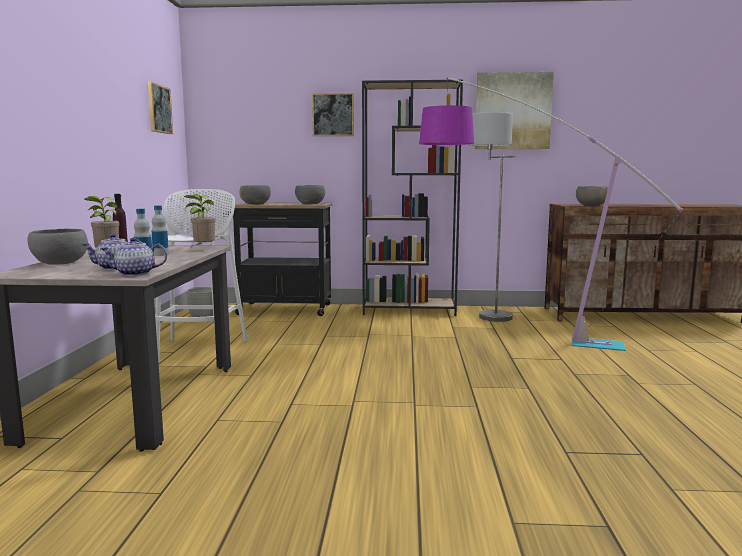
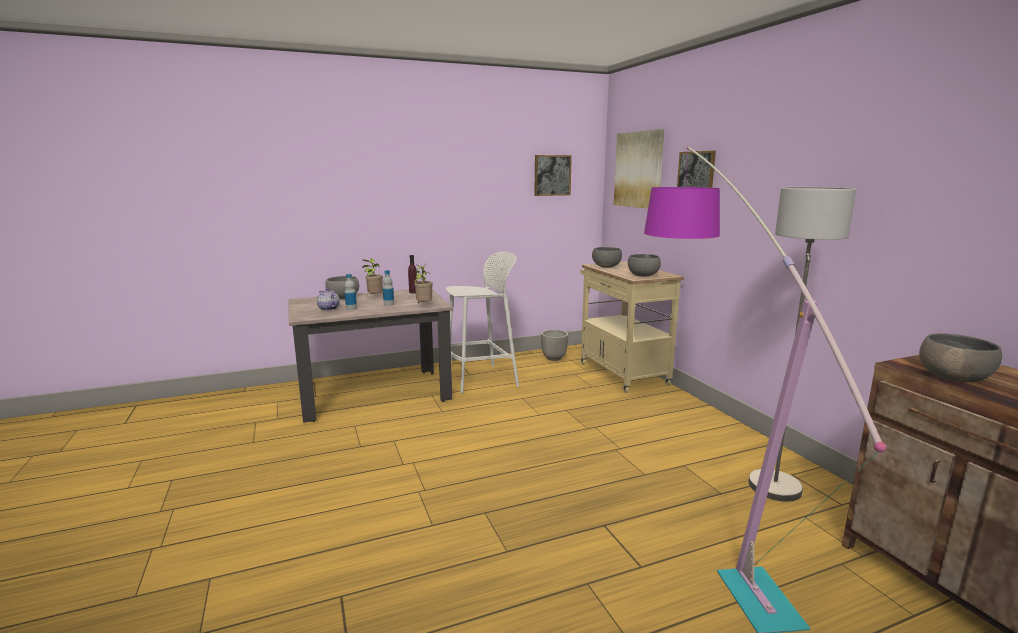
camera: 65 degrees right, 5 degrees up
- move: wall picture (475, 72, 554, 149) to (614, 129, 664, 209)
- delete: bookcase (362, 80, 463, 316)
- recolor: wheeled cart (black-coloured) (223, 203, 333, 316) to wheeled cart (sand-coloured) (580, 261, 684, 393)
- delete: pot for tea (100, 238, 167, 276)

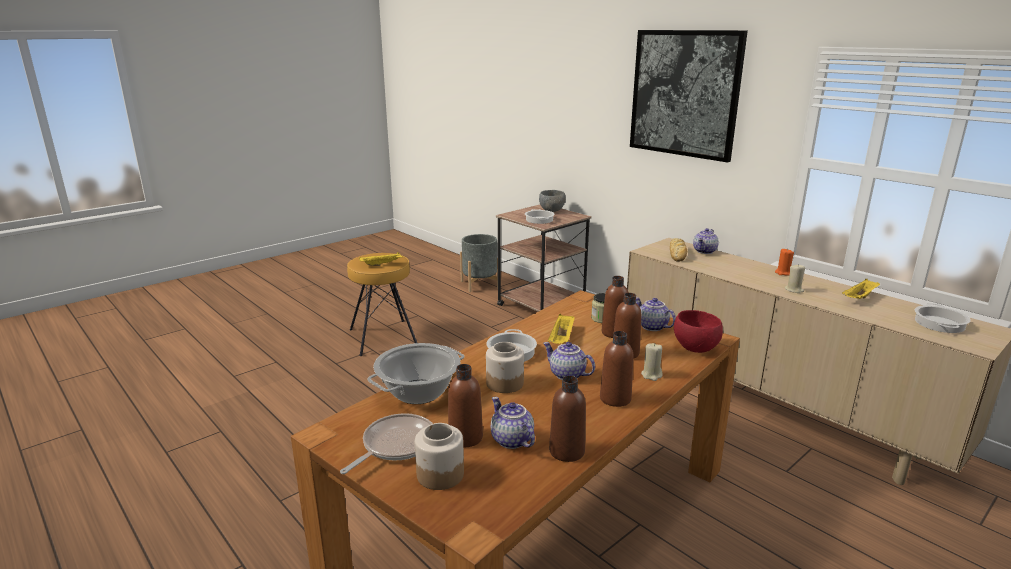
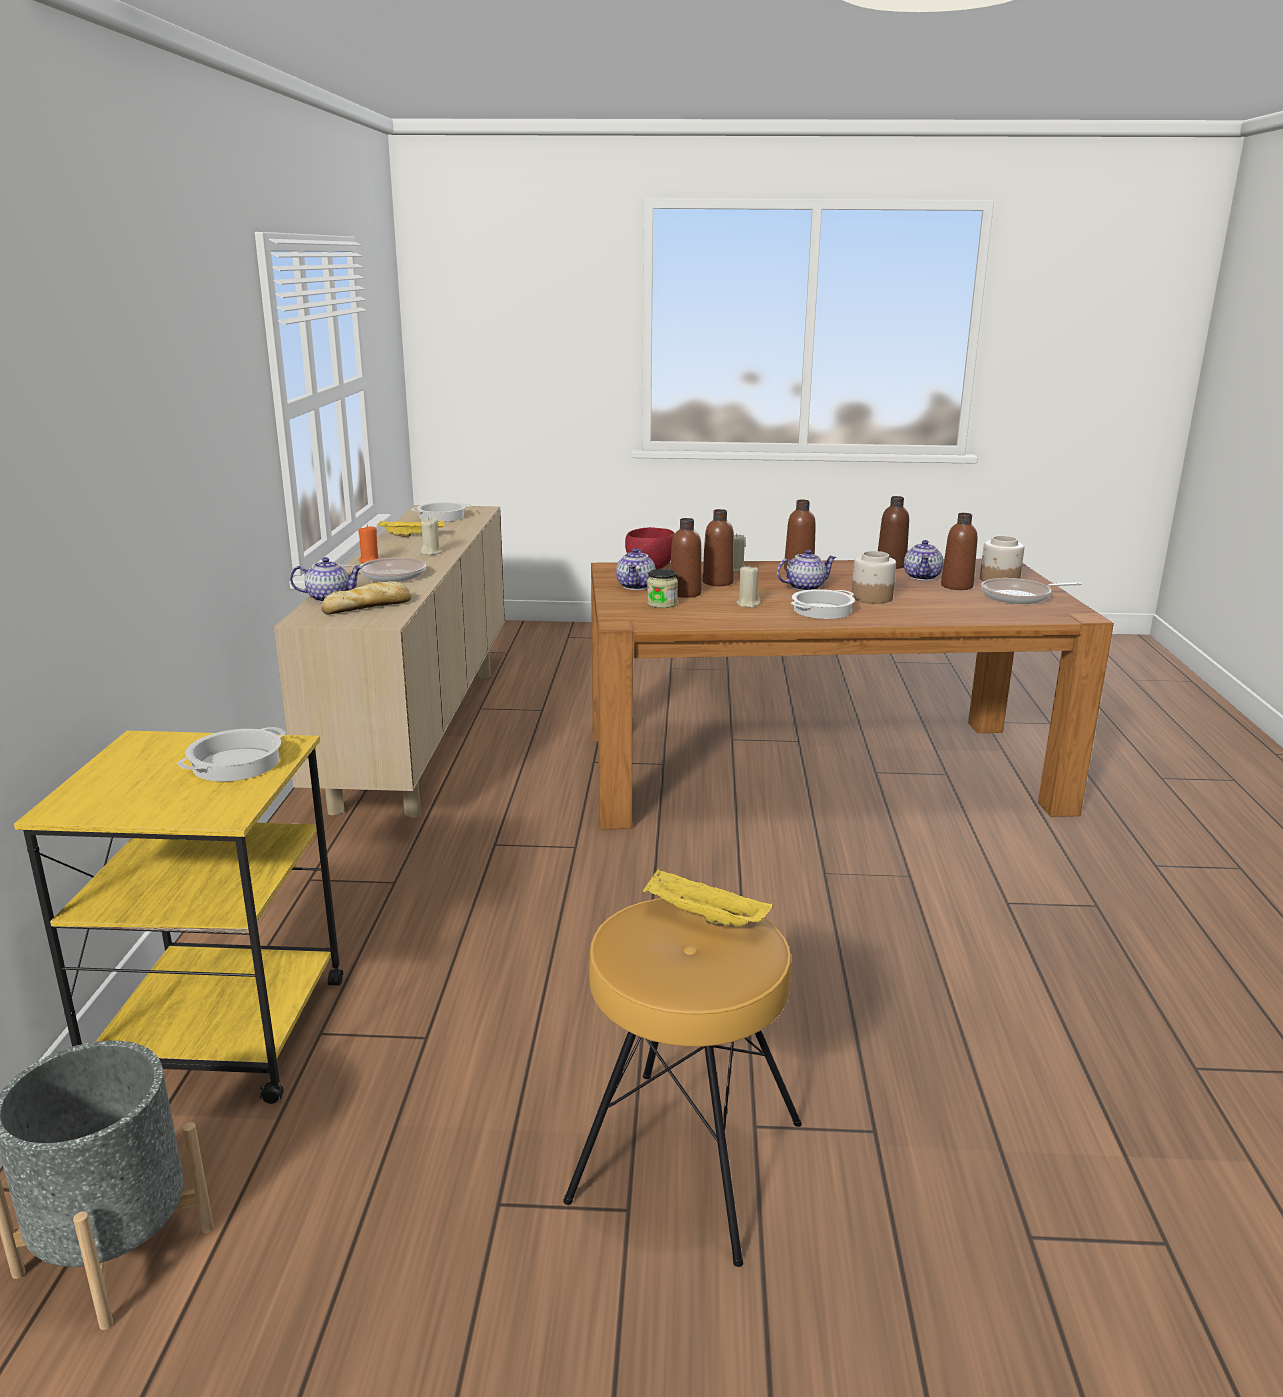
camera: 135 degrees left, 0 degrees up
- delete: wall picture (630, 30, 748, 162)
- delete: deep dish (gray) (539, 190, 566, 212)
- recolor: wheeled cart (brownish) (496, 205, 592, 312) to wheeled cart (yellow) (14, 731, 343, 1104)
- replace: carrying tray (yellow) (548, 314, 575, 344) to wax candle (sand-coloured) (736, 565, 760, 608)
- rotate: pot for tea (543, 342, 595, 380) = (777, 549, 836, 591) 105 degrees counterclockwise
- delete: saucepot (367, 343, 464, 404)
- insert: skillet (340, 557, 426, 582)

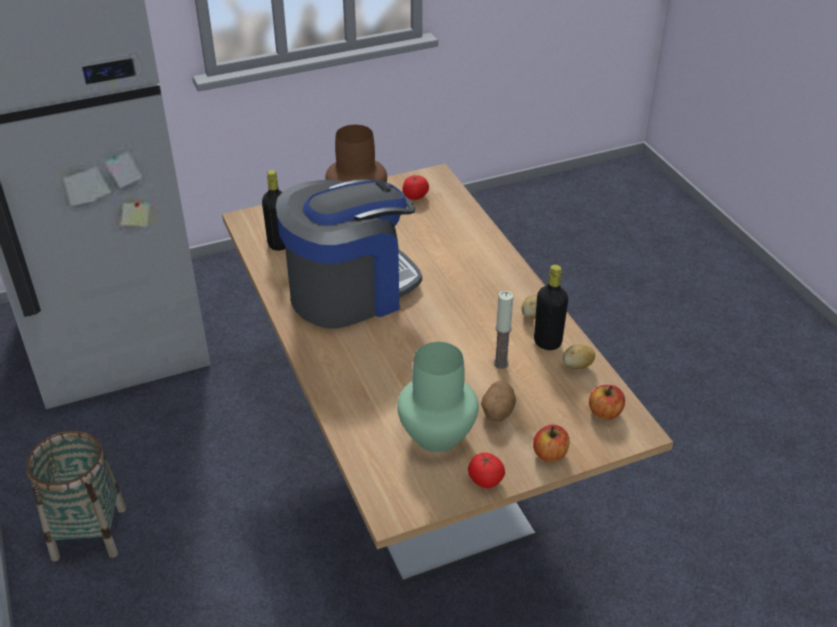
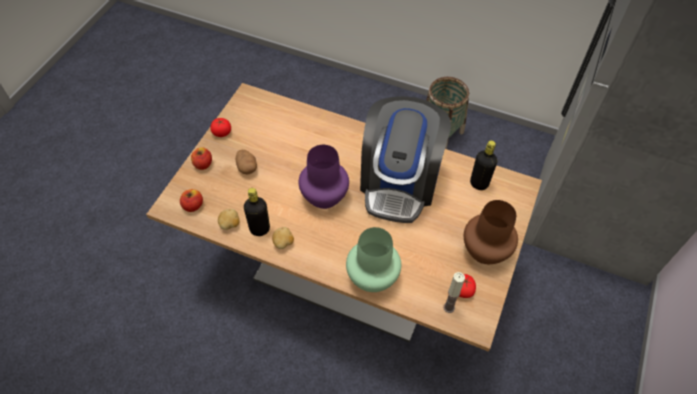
camera: 135 degrees right, 15 degrees up
- move: wax candle (494, 291, 513, 369) to (443, 272, 465, 313)
- move: flower vase (green-coloured) (397, 342, 479, 452) to (346, 227, 401, 292)
- insert: flower vase (purplish) (299, 145, 349, 209)

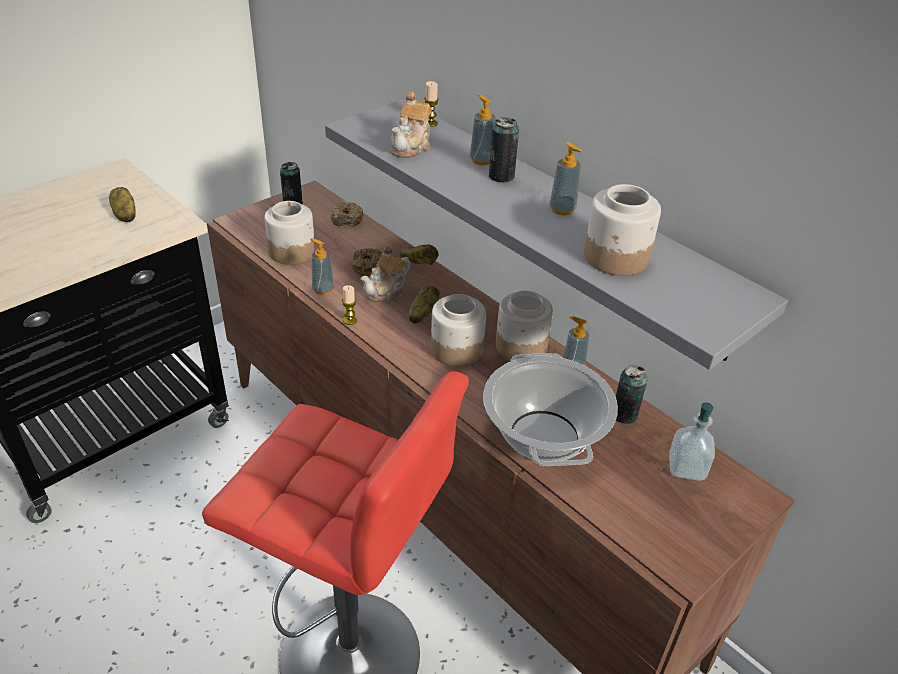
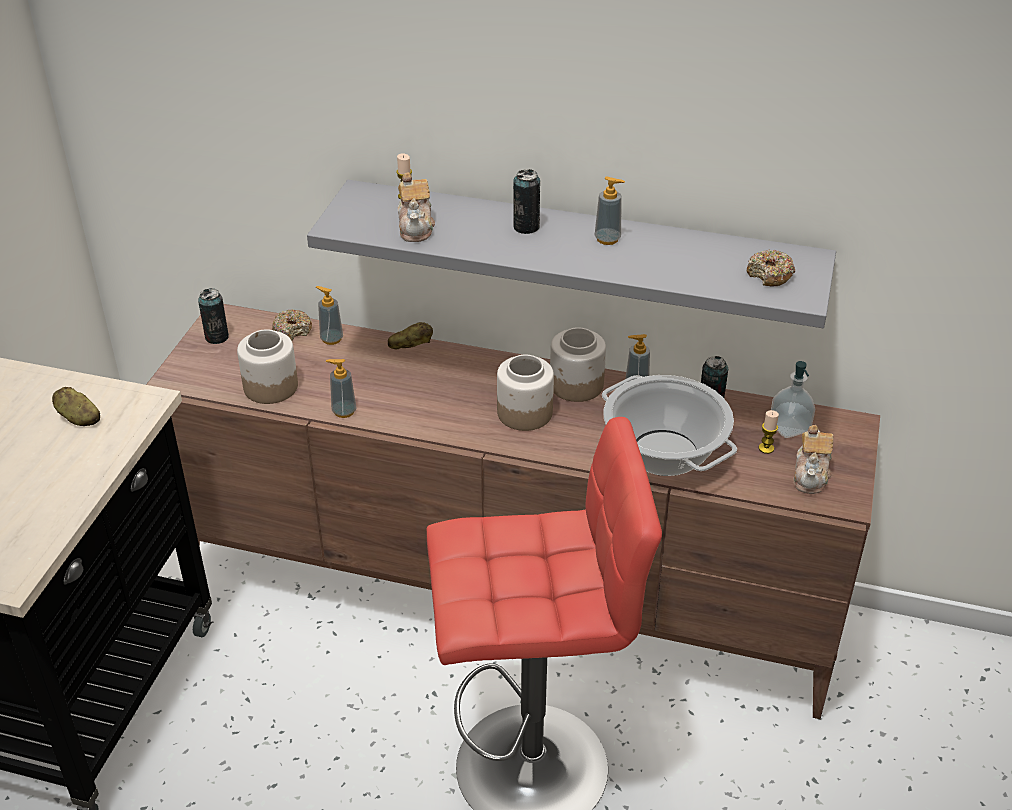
camera: 30 degrees left, 0 degrees up
- move: soap bottle (470, 94, 496, 165) to (316, 286, 343, 345)
- delete: preserve jar (584, 184, 661, 276)
- move: pot for tea (361, 246, 410, 302) to (793, 425, 833, 494)
- move: ring doughnut (352, 248, 383, 276) to (747, 250, 795, 287)
- move: wax candle (342, 285, 357, 325) to (759, 410, 779, 454)
- delete: whole potato (408, 286, 440, 323)

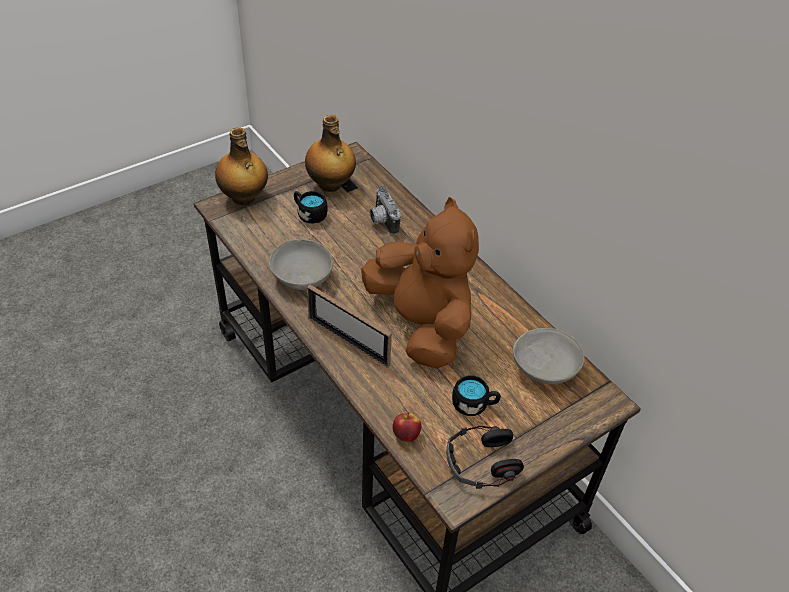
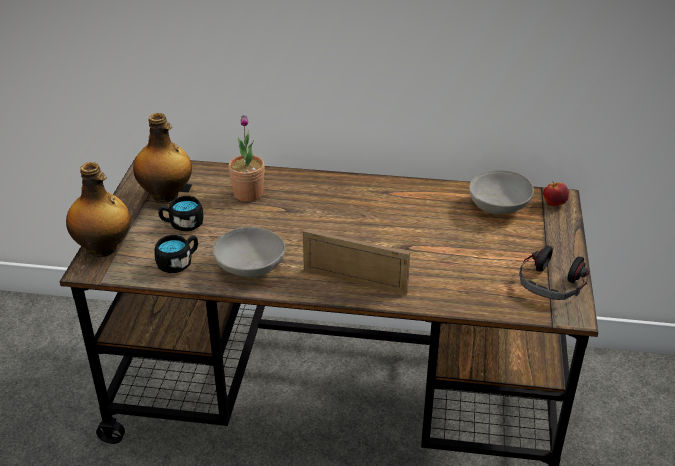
camera: 45 degrees left, 10 degrees down
- replace: photo camera (370, 186, 401, 235) to houseplant (228, 115, 265, 202)
- delete: plush toy (brownish) (361, 197, 479, 368)
- rotate: standing frame (307, 284, 392, 368) = (303, 229, 410, 295) 150 degrees counterclockwise
- move: mug (black-coloured) (452, 375, 501, 416) to (154, 235, 198, 273)
- move: whole apple (392, 413, 421, 442) to (543, 182, 569, 206)

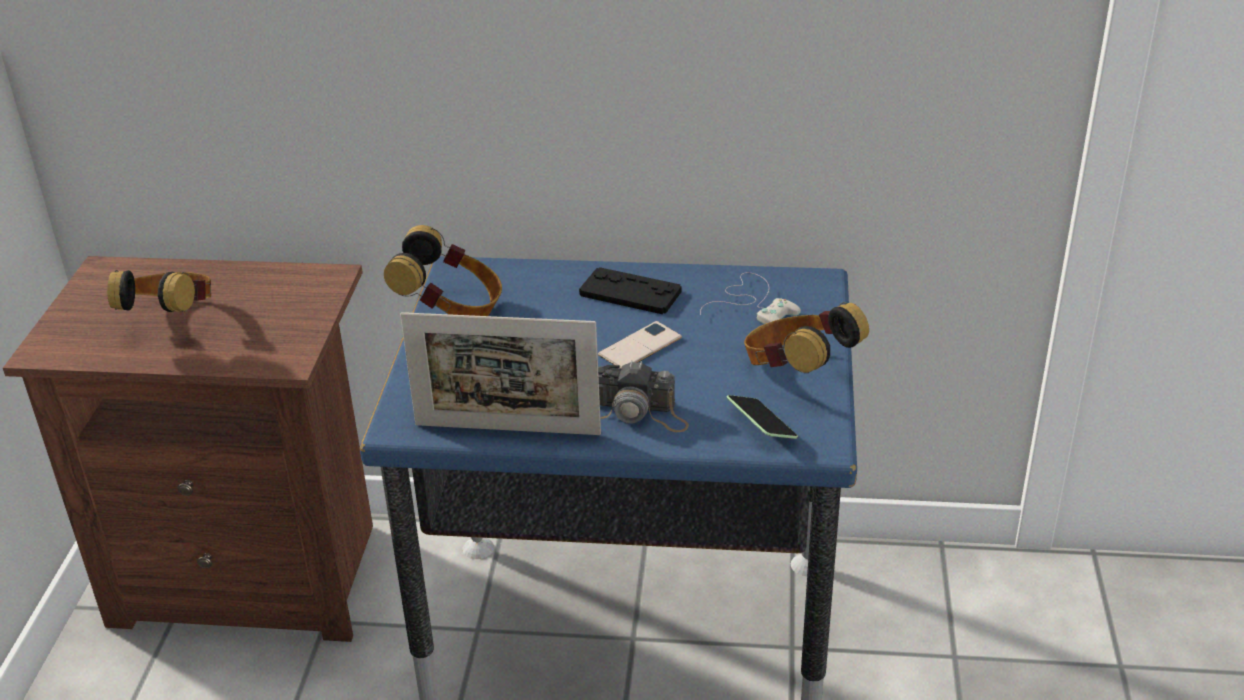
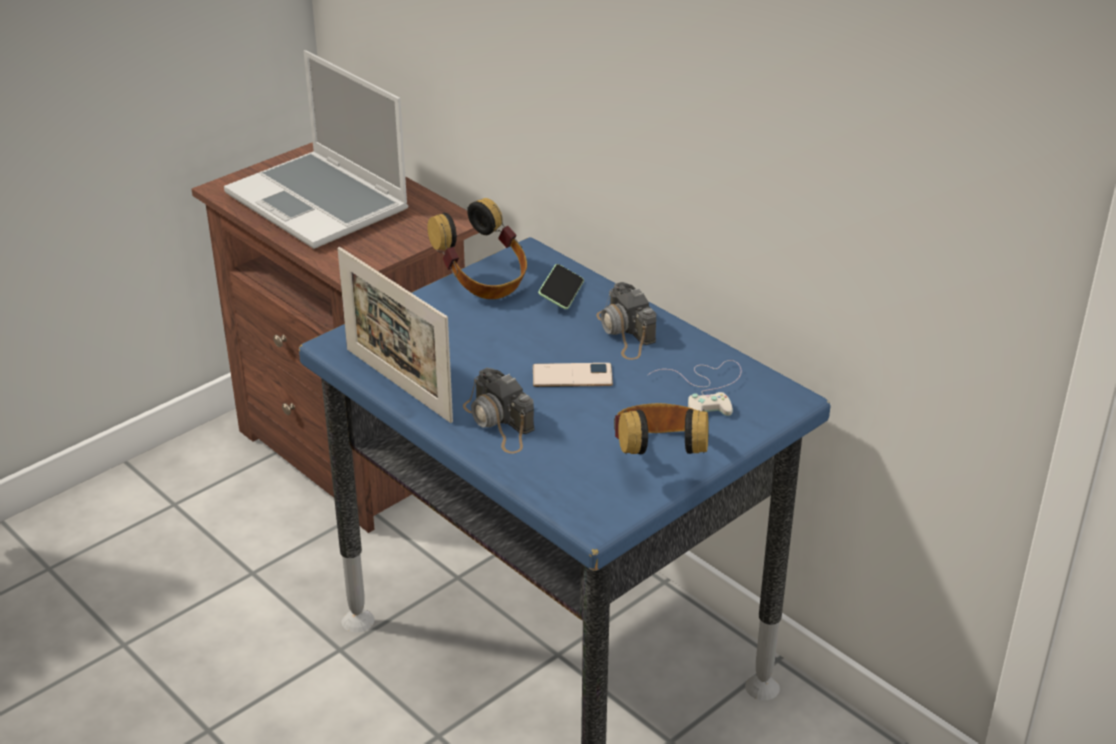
camera: 40 degrees right, 0 degrees up
- replace: joypad (black-coloured) (579, 267, 682, 314) to photo camera (596, 282, 656, 360)
- replace: headset (107, 270, 211, 312) to portable computer (224, 50, 408, 249)
- move: phone (727, 395, 798, 439) to (538, 264, 584, 309)

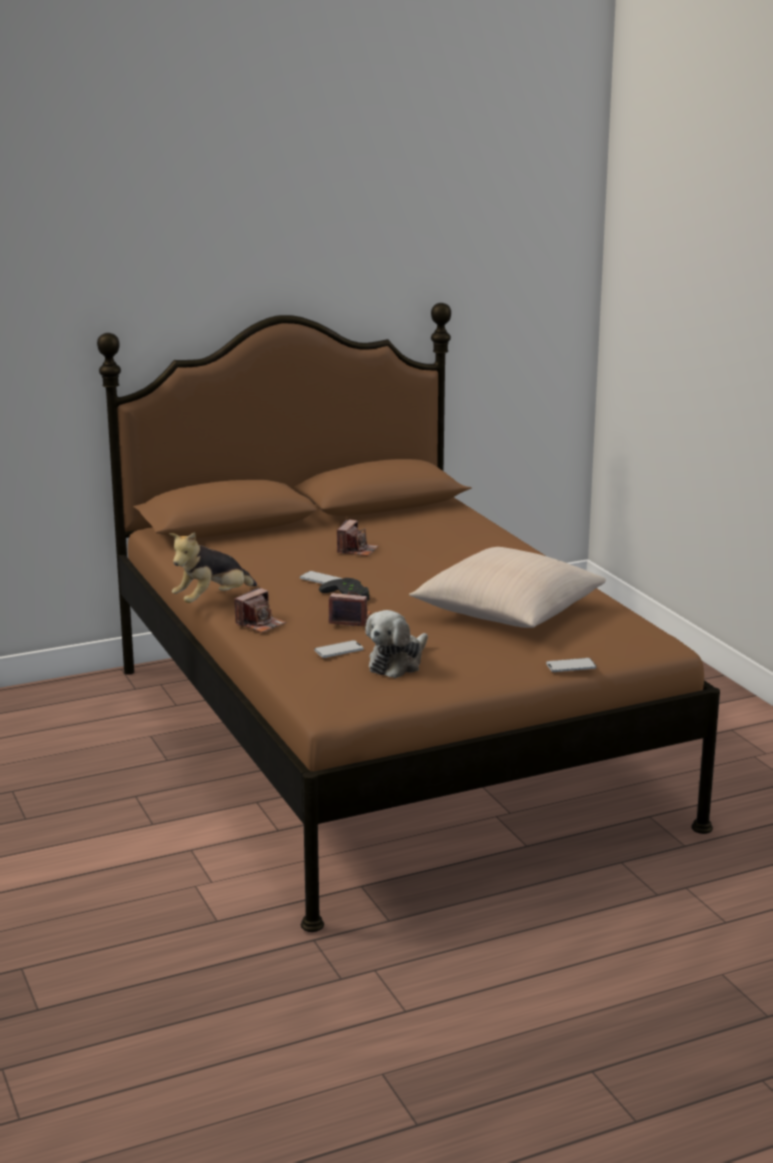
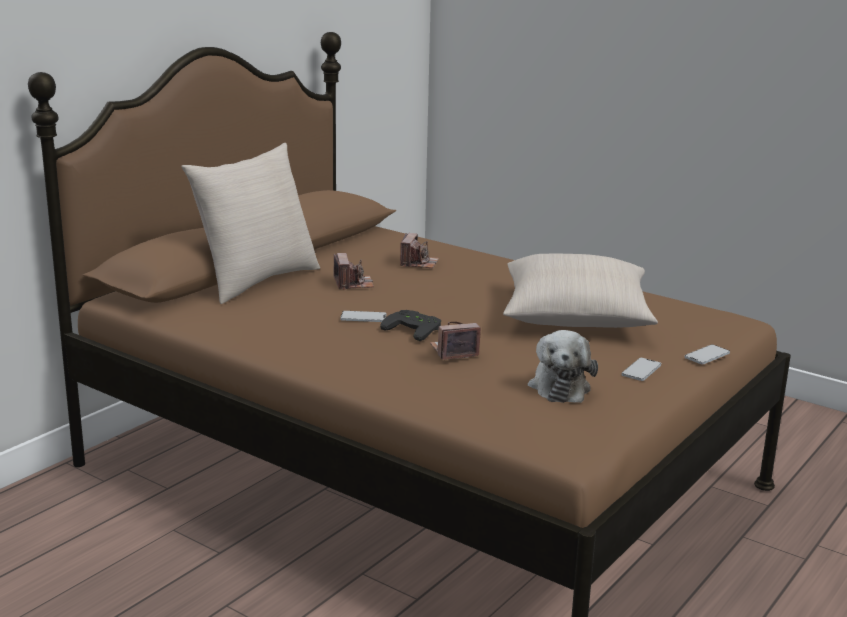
camera: 30 degrees left, 0 degrees up
- delete: plush toy (170, 532, 257, 603)
- move: photo camera (234, 588, 286, 633) to (400, 233, 439, 268)
- move: phone (314, 640, 364, 658) to (622, 358, 661, 381)
- insert: throw pillow (sand-coloured) (181, 143, 320, 304)

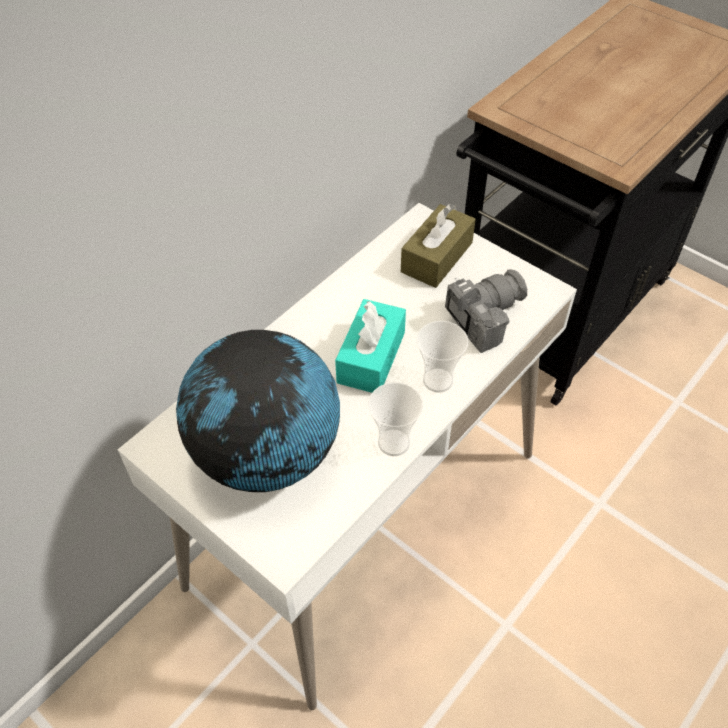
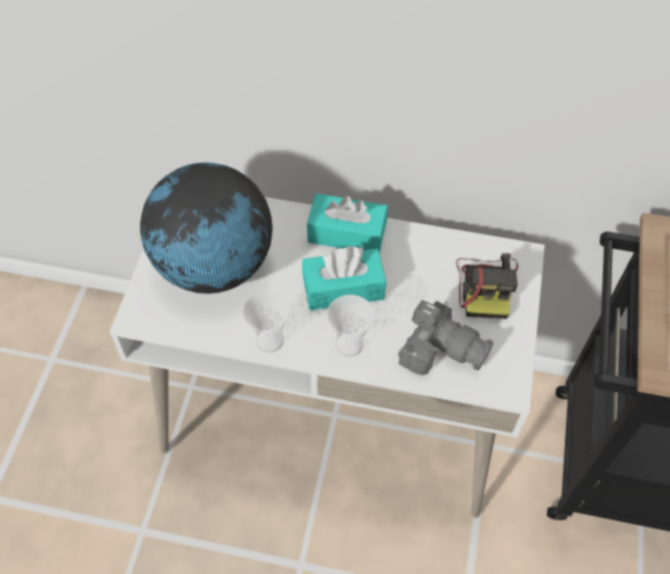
camera: 60 degrees right, 5 degrees up
- replace: tissue holder (brownish) (401, 204, 476, 288) to photo camera (456, 253, 518, 319)
- insert: tissue holder (turquoise-coloured) (307, 193, 388, 254)

